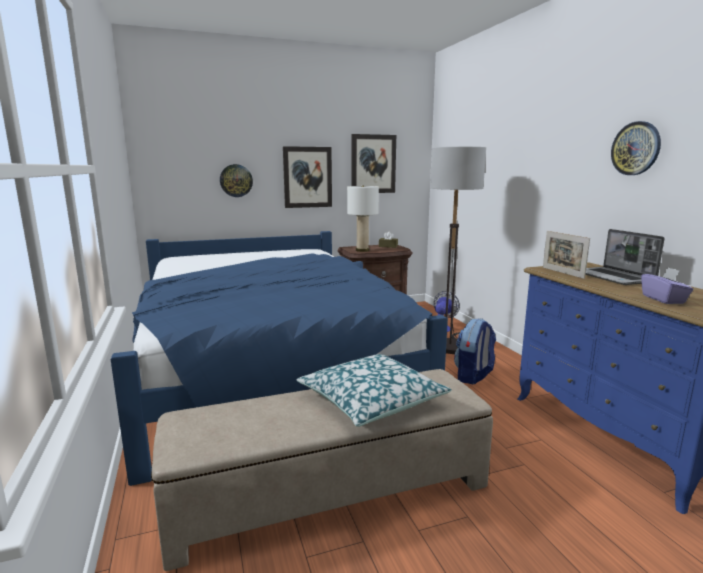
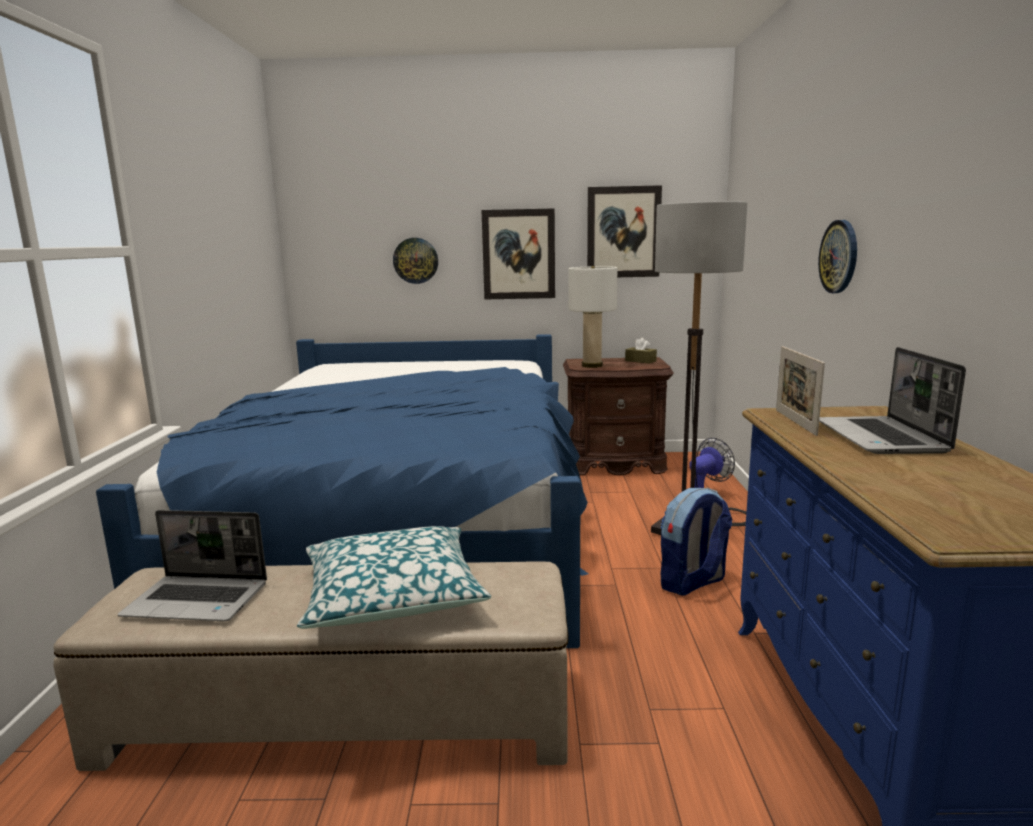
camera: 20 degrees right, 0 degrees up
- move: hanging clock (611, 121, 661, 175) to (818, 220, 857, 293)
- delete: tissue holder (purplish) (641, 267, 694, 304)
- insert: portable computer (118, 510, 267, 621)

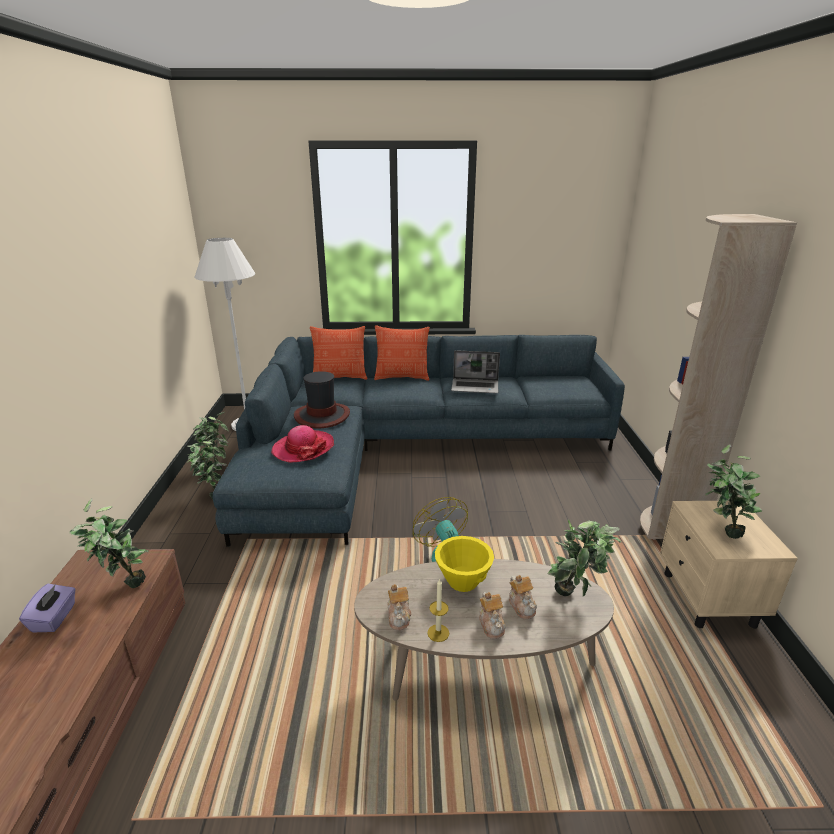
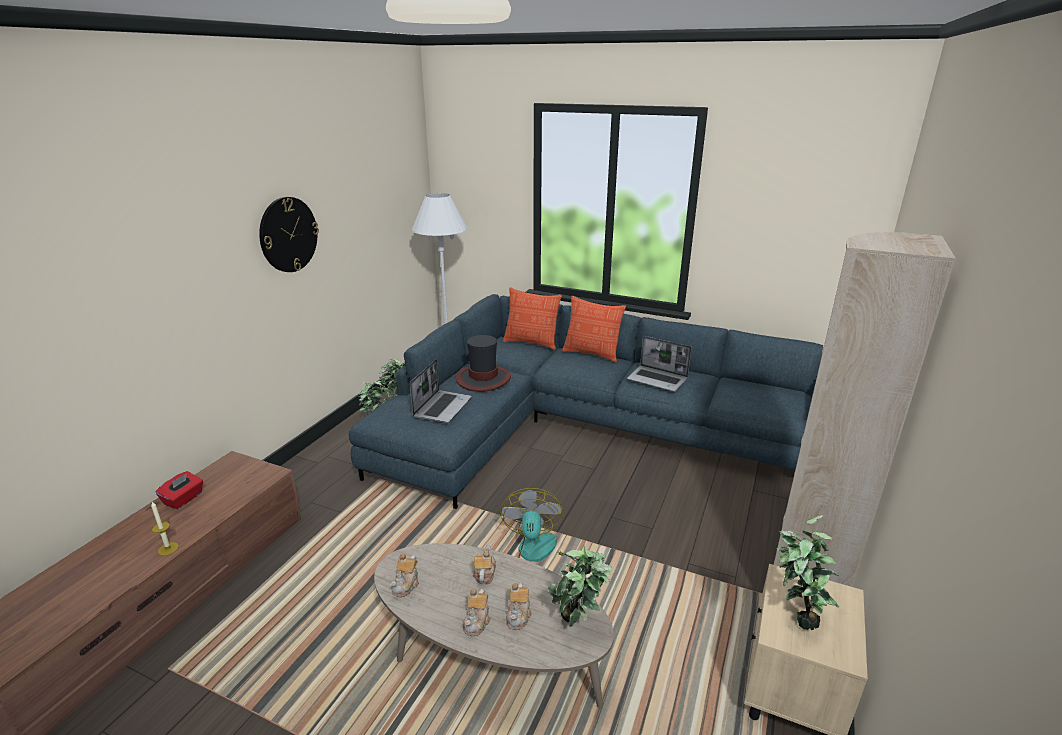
camera: 25 degrees right, 0 degrees up
- replace: clothing hat (271, 425, 334, 463) to portable computer (410, 359, 472, 423)
- delete: houseplant (69, 498, 149, 588)
- replace: deep dish (yellow) (435, 536, 494, 592) to pot for tea (473, 544, 496, 584)
- move: wax candle (427, 579, 449, 642) to (151, 502, 179, 556)
- recolor: tissue holder (purplish) (19, 584, 76, 632) to tissue holder (red) (156, 471, 203, 509)
- insert: hanging clock (259, 197, 319, 272)

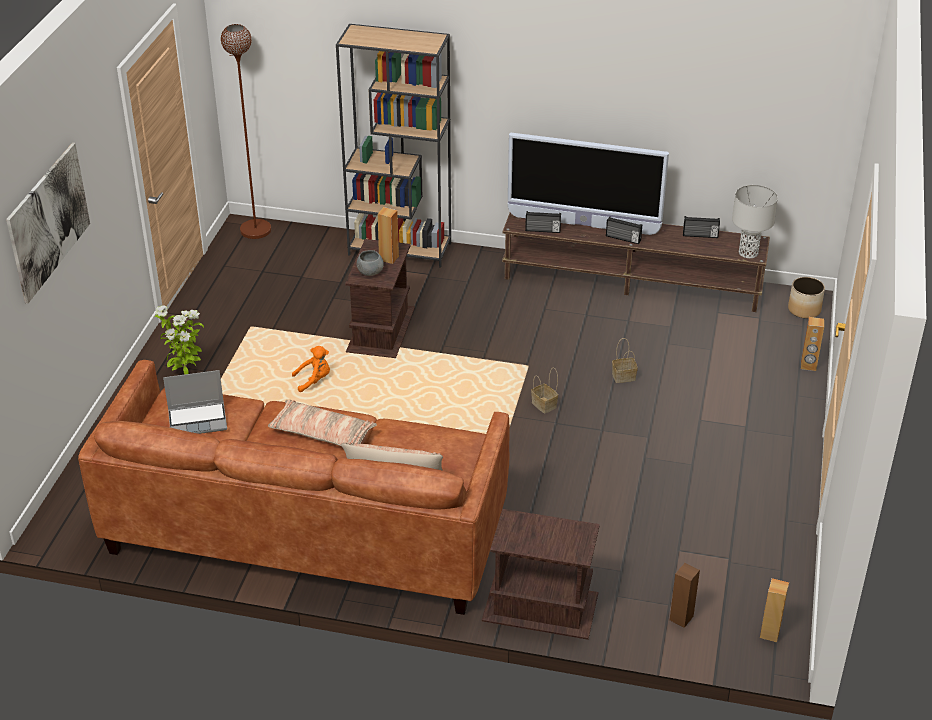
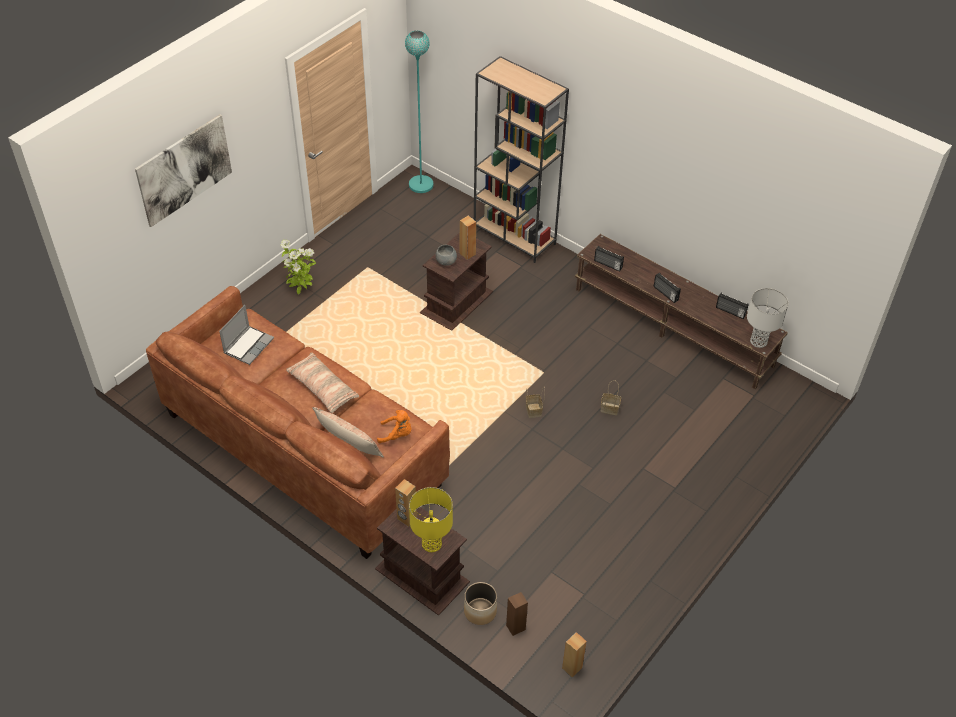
camera: 25 degrees right, 10 degrees up
- recolor: floor lamp (brownish) (221, 24, 271, 239) to floor lamp (turquoise-coloured) (405, 30, 433, 193)
- delete: TV set (508, 133, 669, 235)
- move: flower pot (788, 277, 825, 319) to (464, 582, 497, 625)
- move: loudspeaker (brownish) (801, 317, 824, 371) to (395, 479, 417, 527)
- move: plush toy (orange) (292, 346, 330, 392) to (377, 410, 411, 443)
- rotate: portable computer (163, 370, 227, 434) = (219, 305, 274, 365) 75 degrees counterclockwise
- insert: table lamp (yellow) (409, 487, 453, 552)

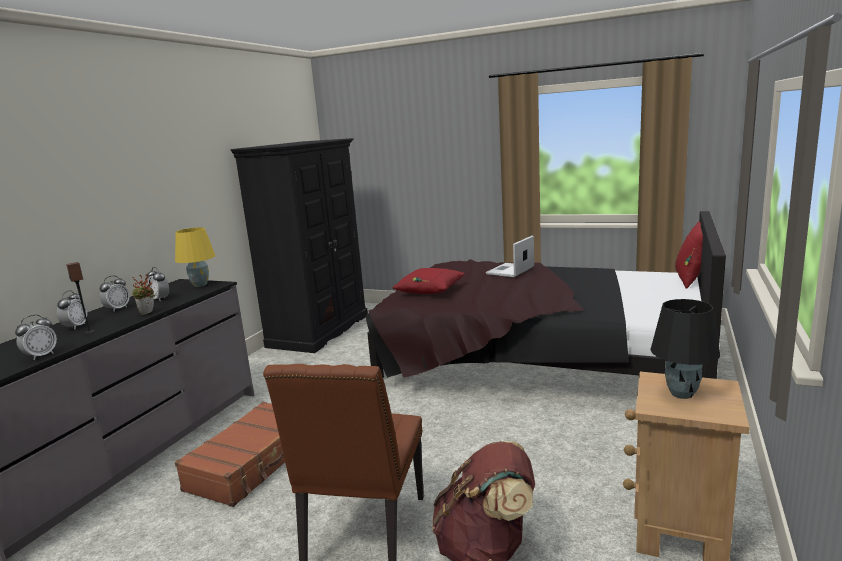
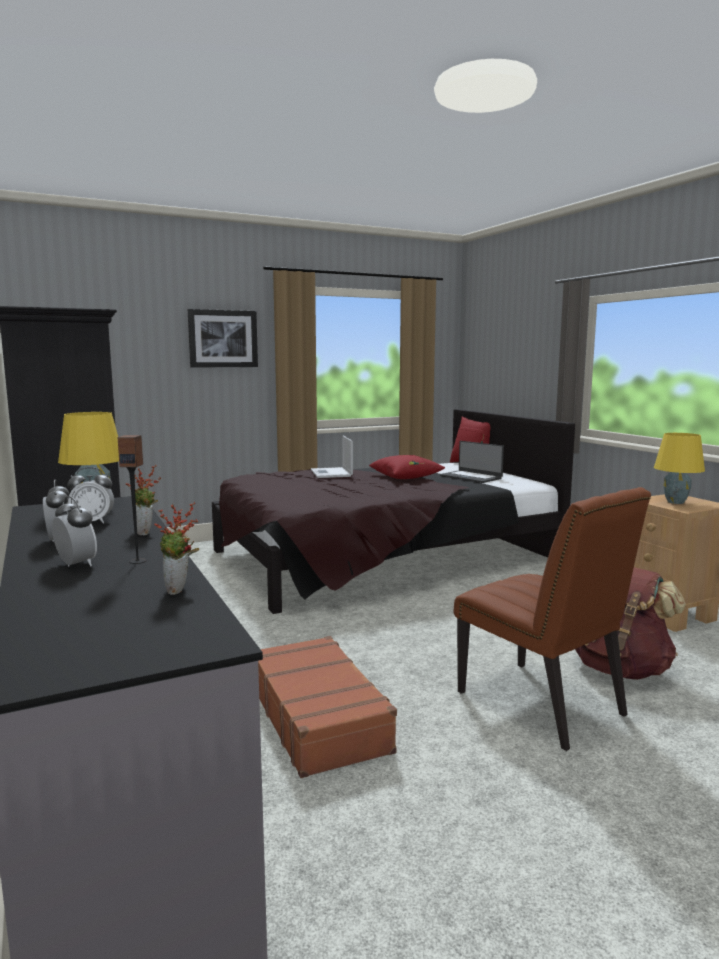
camera: 50 degrees left, 5 degrees down
- move: throw pillow (red) (393, 268, 465, 294) to (369, 455, 445, 479)
- recolor: table lamp (black-coloured) (650, 299, 720, 399) to table lamp (yellow) (654, 433, 705, 504)
- replace: alarm clock (15, 315, 57, 360) to houseplant (154, 502, 199, 595)
- insert: wall picture (188, 309, 258, 368)
- insert: portable computer (440, 441, 504, 483)

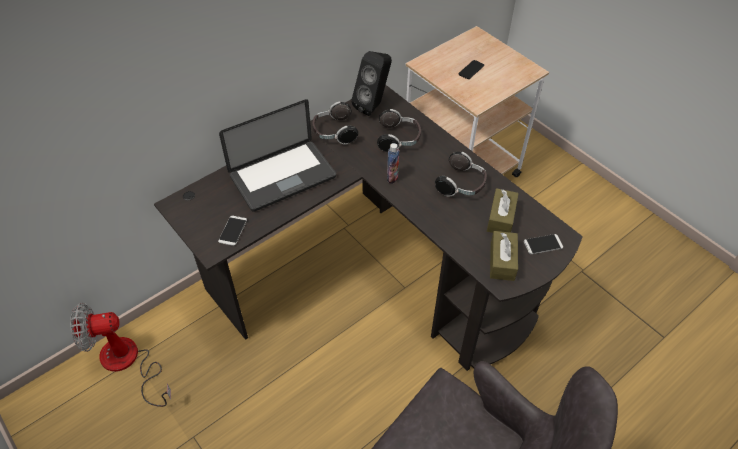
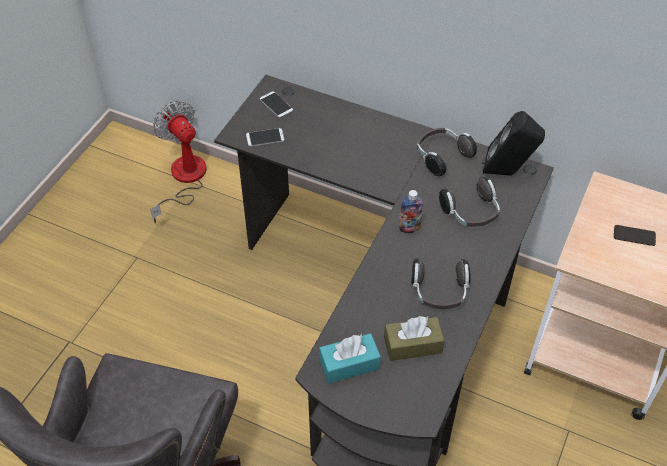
camera: 65 degrees right, 0 degrees up
- delete: portable computer (219, 99, 336, 212)
- recolor: tissue holder (brownish) (490, 231, 518, 281) to tissue holder (turquoise-coloured) (319, 333, 381, 384)
- move: phone (524, 234, 563, 254) to (260, 91, 293, 118)

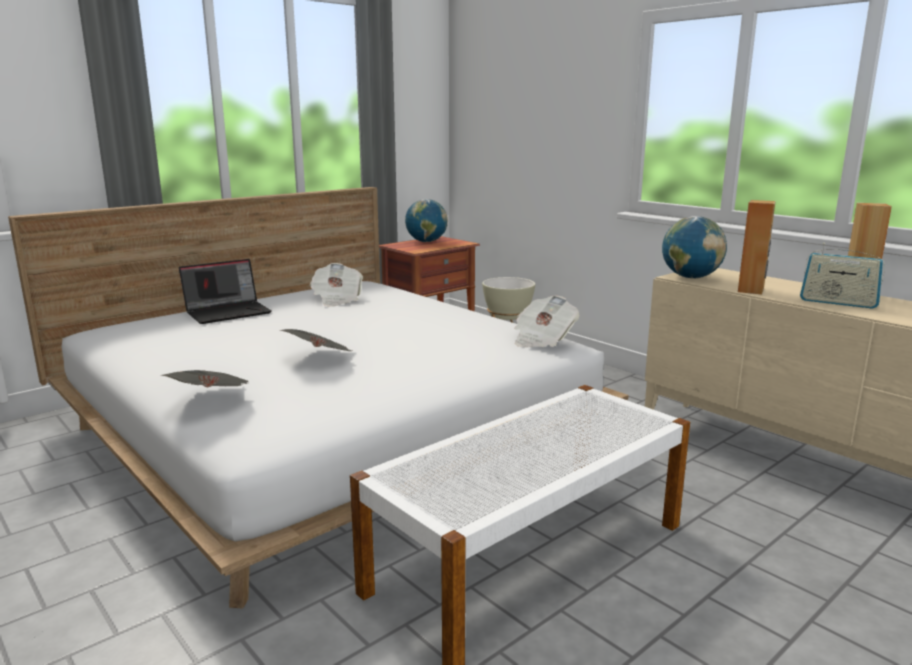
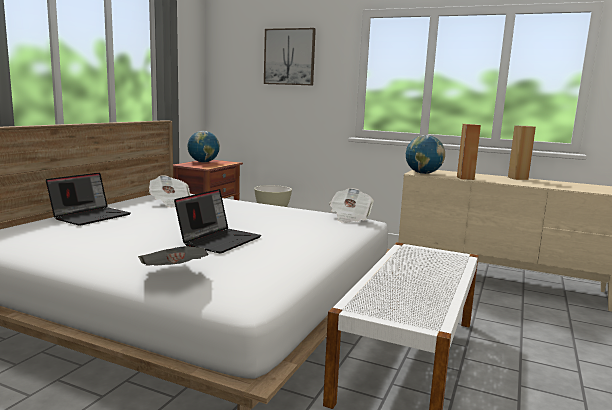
camera: 25 degrees left, 5 degrees down
- delete: radio receiver (800, 243, 885, 309)
- replace: daily paper (280, 329, 352, 351) to portable computer (174, 189, 261, 253)
- insert: wall picture (264, 28, 316, 85)

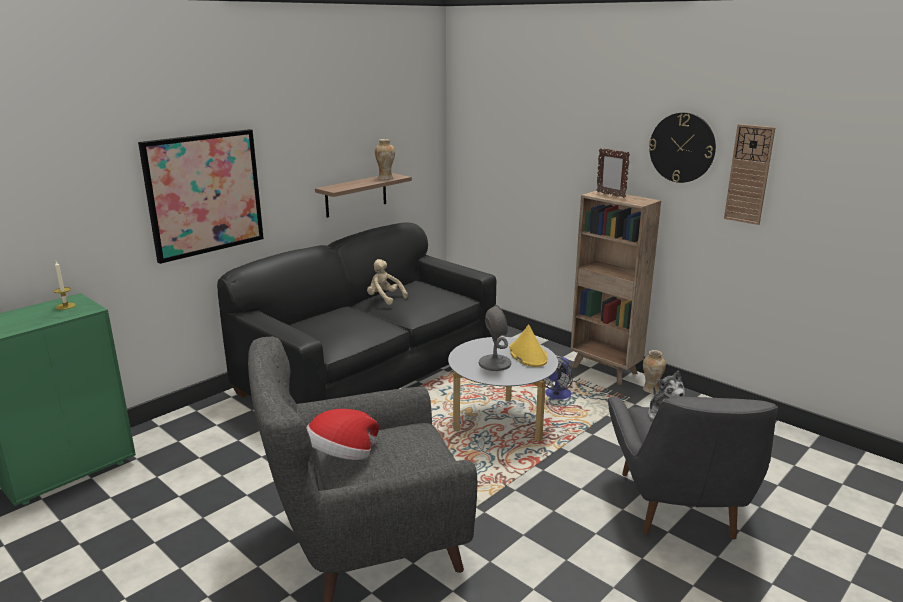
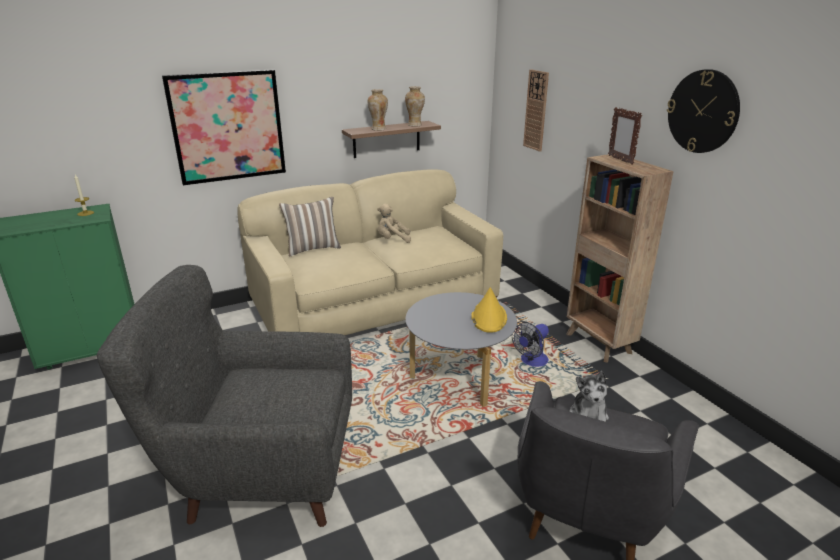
camera: 20 degrees right, 5 degrees up
- move: hanging clock (724, 124, 776, 225) to (523, 69, 549, 152)
- recolor: sofa (black-coloured) (217, 223, 496, 404) to sofa (sand-coloured) (237, 169, 503, 335)
- rotate: plush toy (sand-coloured) (367, 259, 408, 305) = (377, 204, 411, 243) 60 degrees counterclockwise
- delete: table lamp (gray) (479, 305, 511, 371)
- move: flower vase (643, 350, 666, 394) to (368, 89, 388, 131)
- delete: clothing hat (306, 409, 379, 460)
- insert: throw pillow (279, 197, 341, 256)

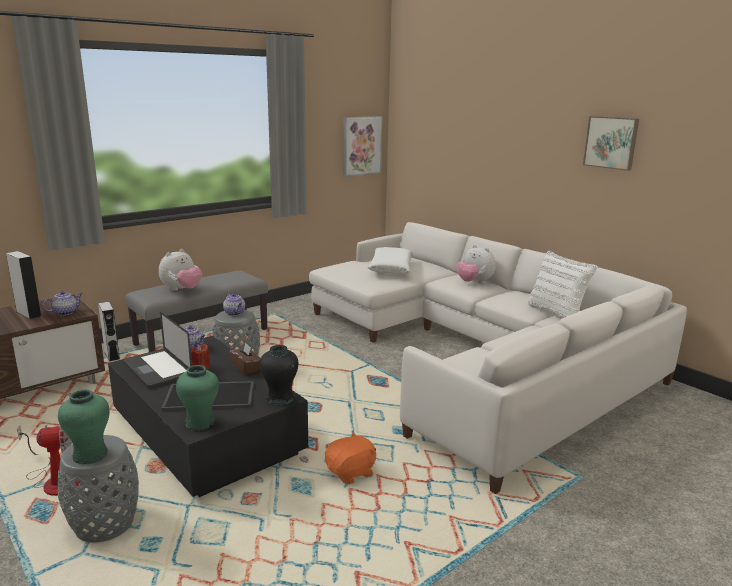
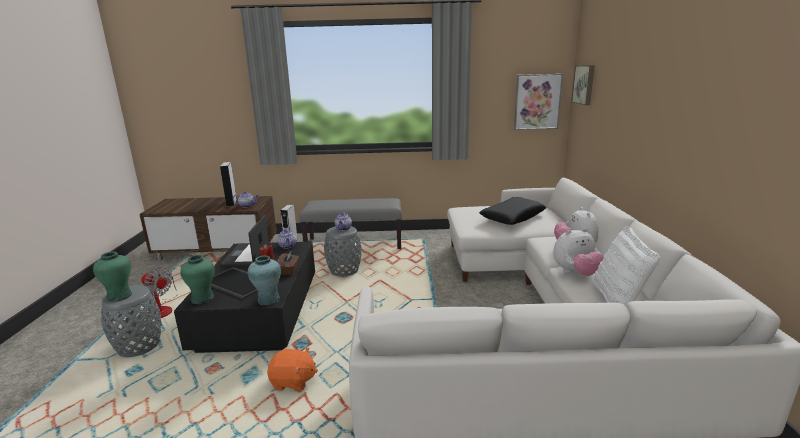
camera: 40 degrees right, 0 degrees up
- move: wall picture (583, 116, 639, 171) to (571, 65, 595, 105)
- recolor: throw pillow (white-coloured) (368, 247, 413, 274) to throw pillow (black-coloured) (479, 197, 546, 225)
- move: plush toy (159, 249, 202, 291) to (553, 228, 603, 276)
- recolor: flower vase (black-coloured) (260, 345, 298, 405) to flower vase (turquoise-coloured) (248, 256, 281, 306)

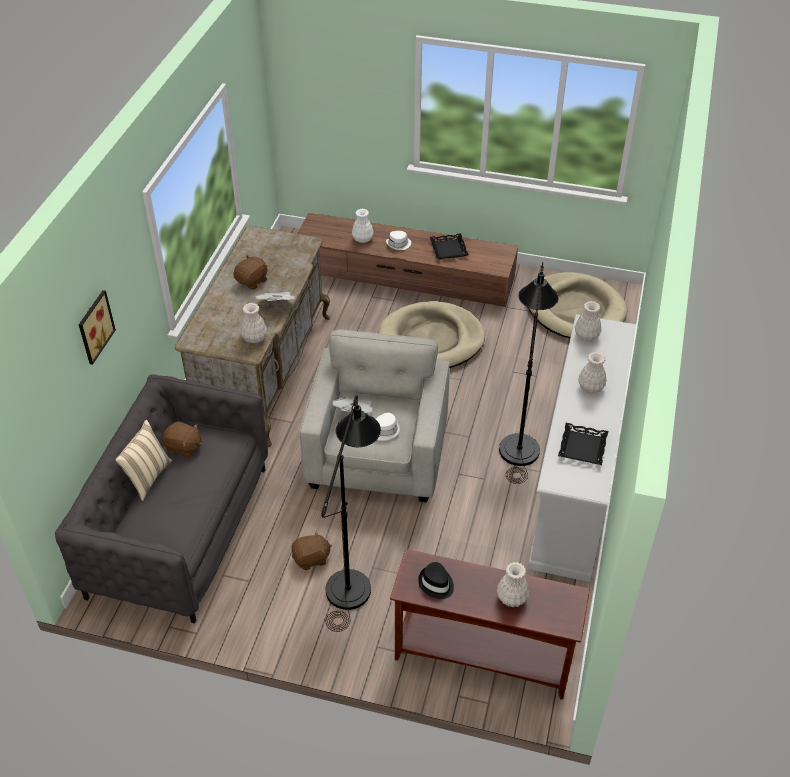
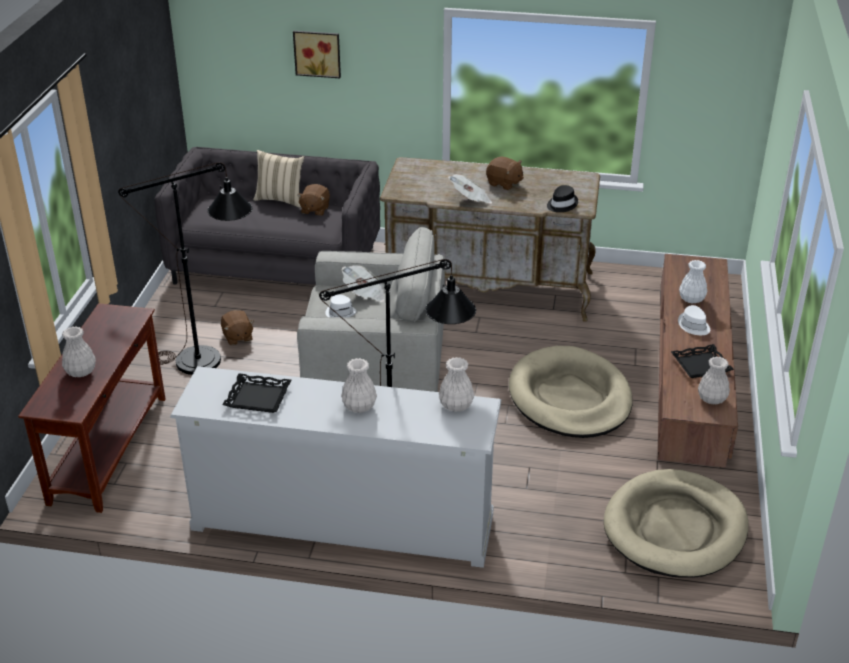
camera: 85 degrees right, 10 degrees down
- move: flower vase (white-coloured) (240, 303, 267, 343) to (698, 356, 730, 404)
- move: clothing hat (black-coloured) (418, 562, 454, 599) to (547, 185, 578, 212)

